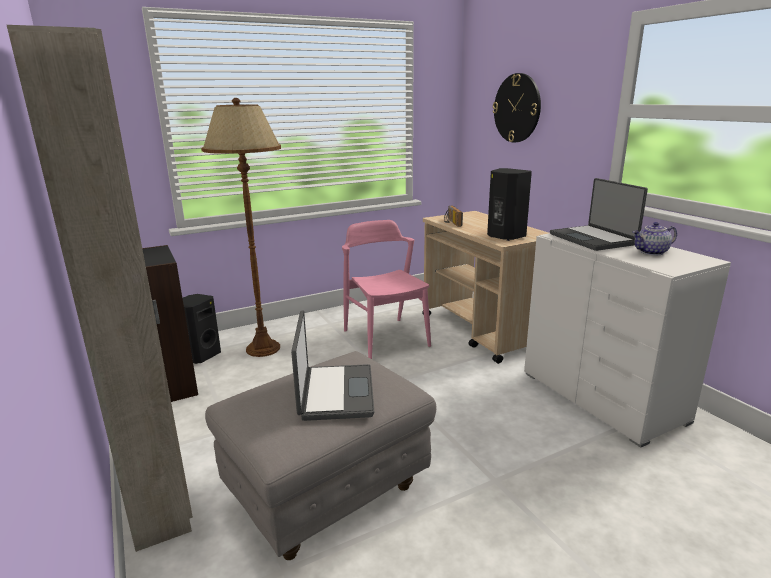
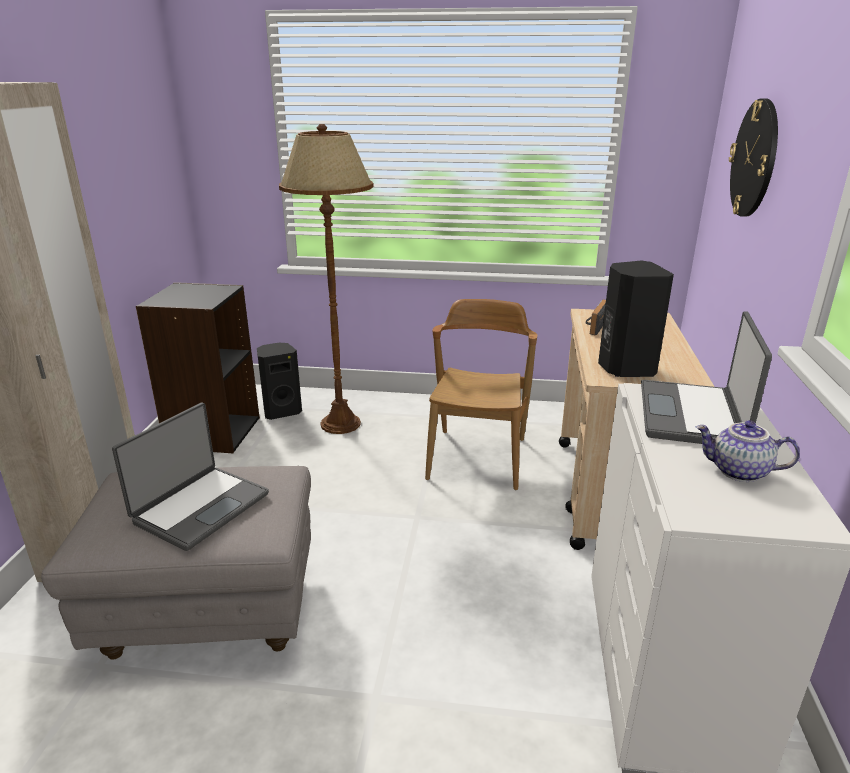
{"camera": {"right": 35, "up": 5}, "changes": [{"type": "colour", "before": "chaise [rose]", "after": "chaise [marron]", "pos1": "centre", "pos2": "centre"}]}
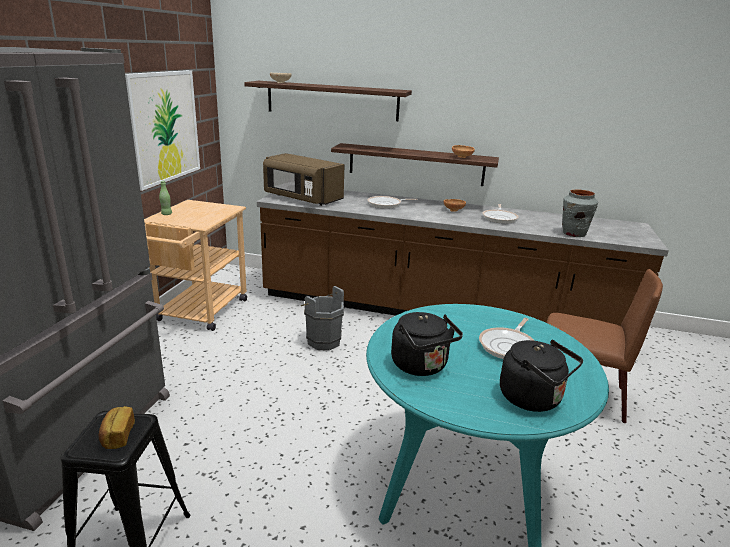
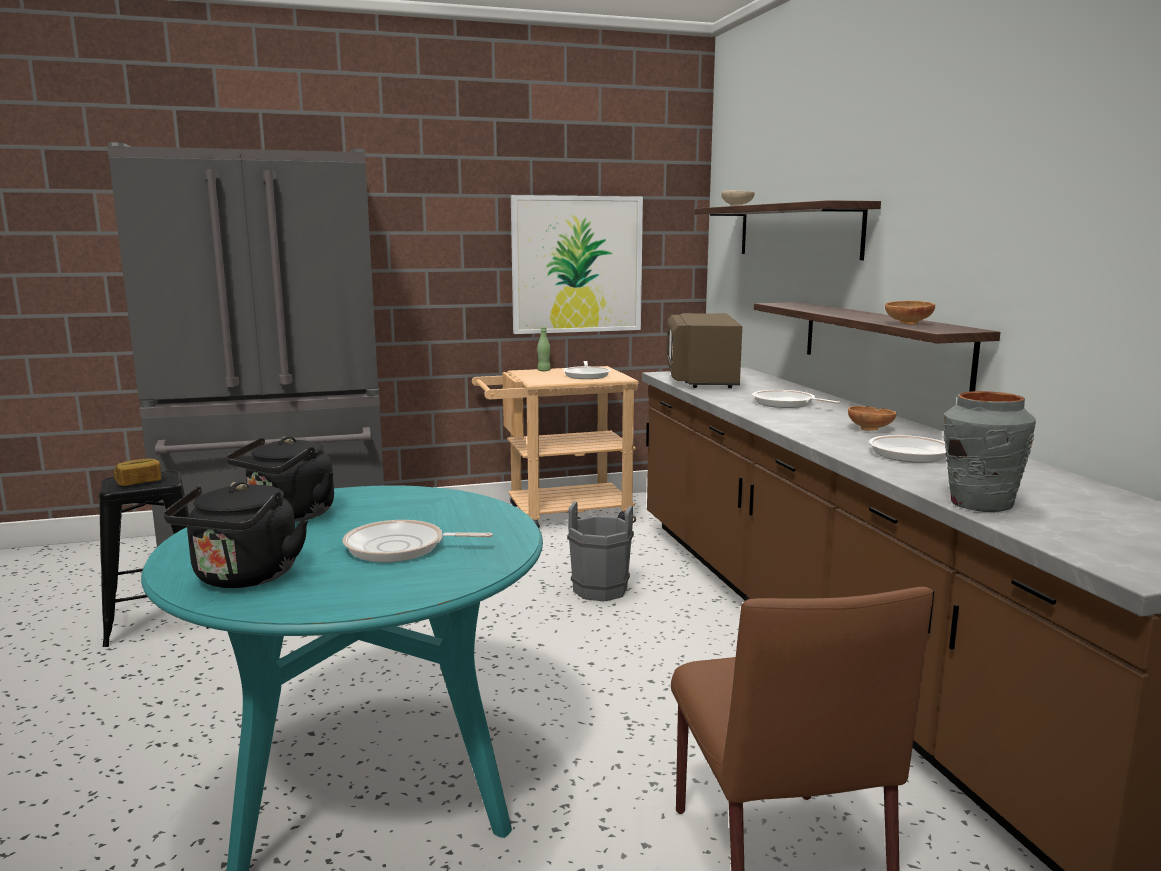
{"camera": {"right": 60, "up": -10}, "changes": [{"type": "appeared", "after": "poêle (no. 2 from left)", "pos2": "centre"}]}
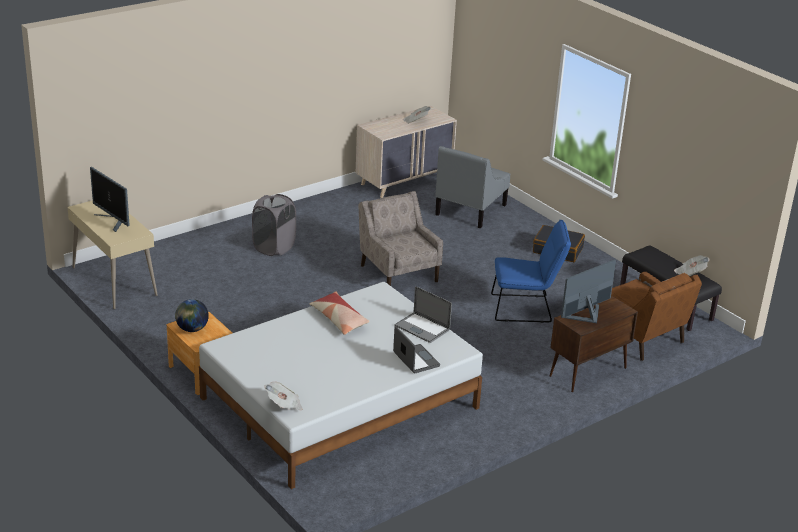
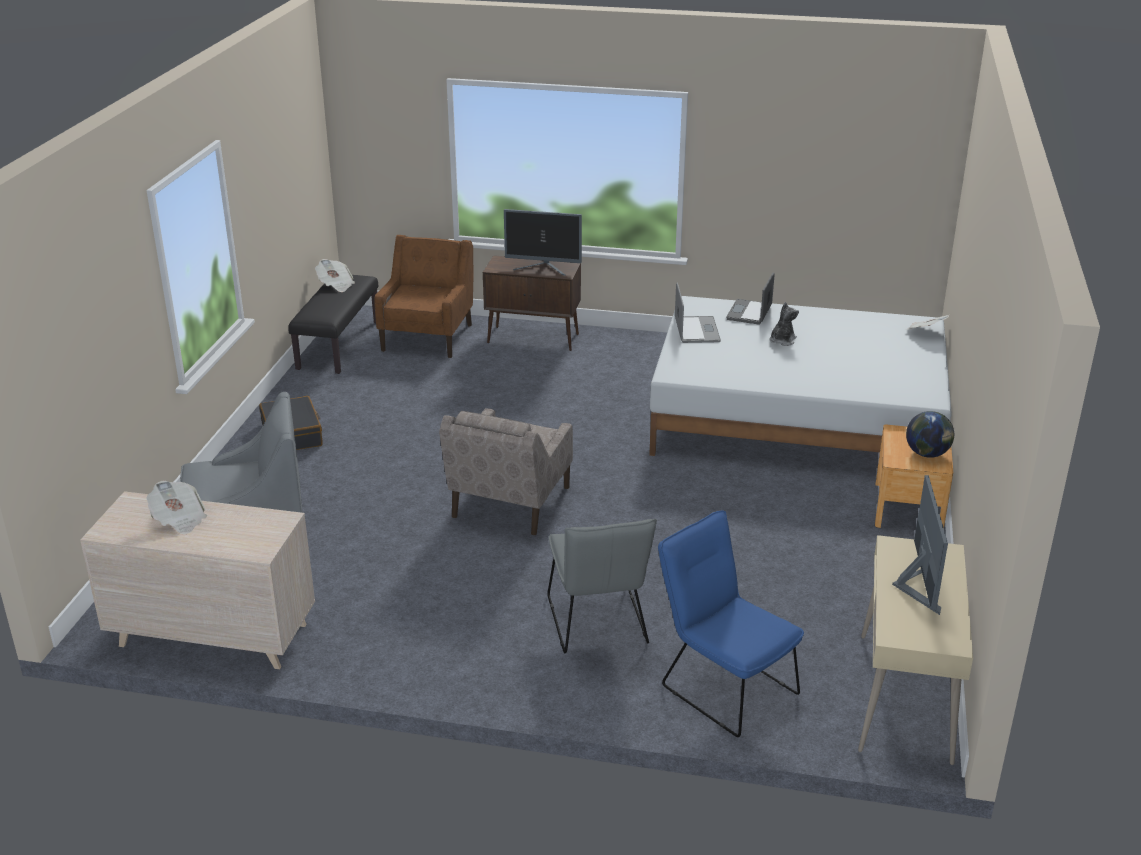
{"camera": {"right": -130, "up": 0}, "changes": [{"type": "exchanged", "before": "panier à linge [gris]", "after": "chaise [gris]", "pos1": "centre", "pos2": "bottom centre"}, {"type": "missing", "before": "coussin", "pos1": "centre"}, {"type": "relocated", "before": "chaise [bleu]", "pos1": "centre", "pos2": "bottom centre"}, {"type": "appeared", "after": "peluche", "pos2": "middle right"}]}
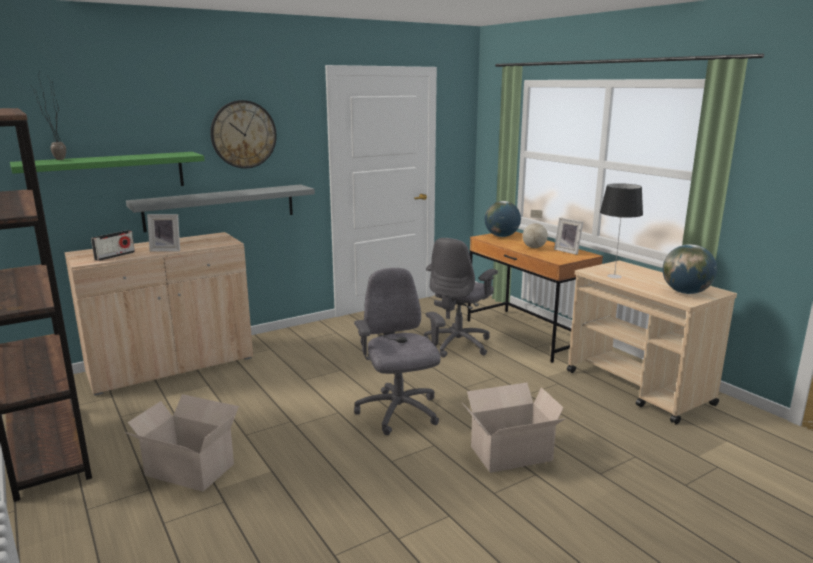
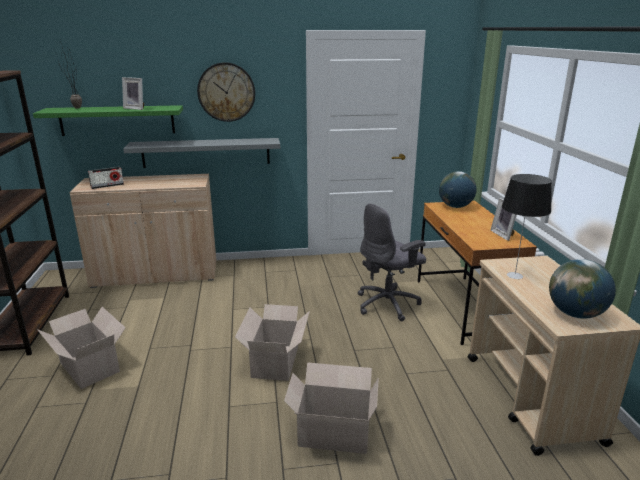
{"camera": {"right": 25, "up": 5}, "changes": [{"type": "relocated", "before": "cadre photo (no. 1 from left)", "pos1": "middle left", "pos2": "top left"}, {"type": "exchanged", "before": "chaise de bureau [gris] (no. 1 from left)", "after": "carton (no. 2 from left)", "pos1": "centre", "pos2": "bottom centre"}, {"type": "missing", "before": "globe (no. 2 from left)", "pos1": "centre"}]}
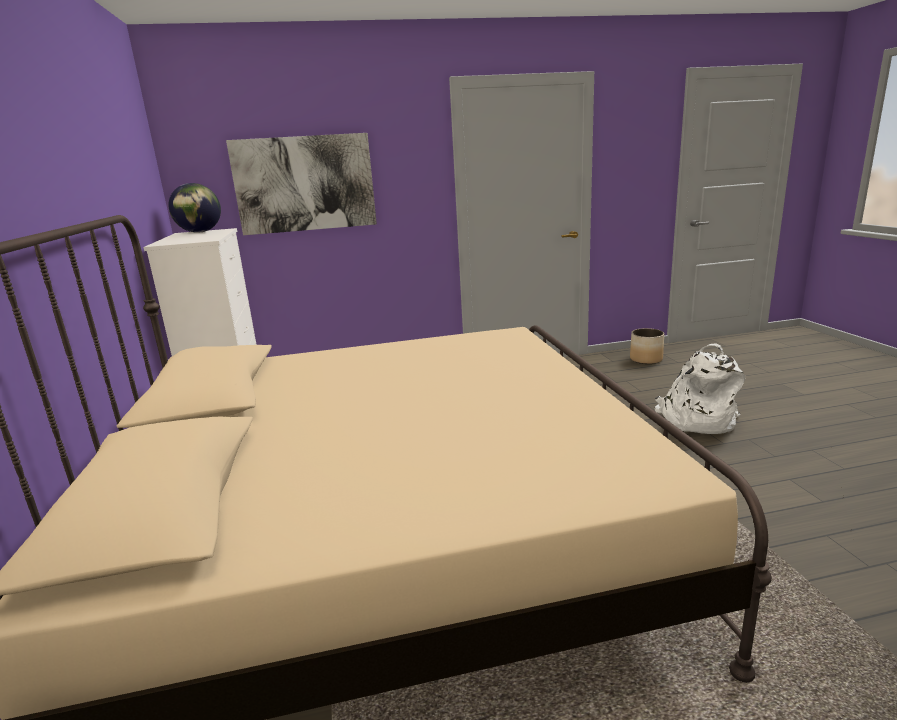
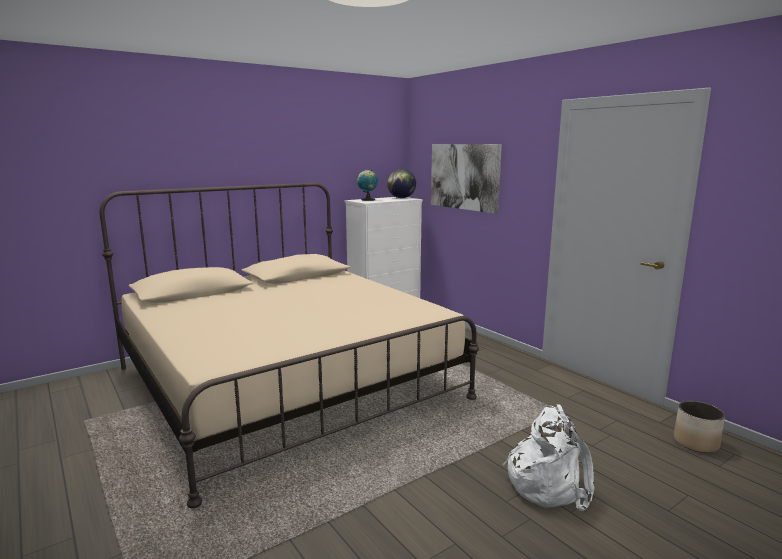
{"camera": {"right": 65, "up": -5}, "changes": [{"type": "appeared", "after": "globe (no. 1 from left)", "pos2": "top centre"}]}
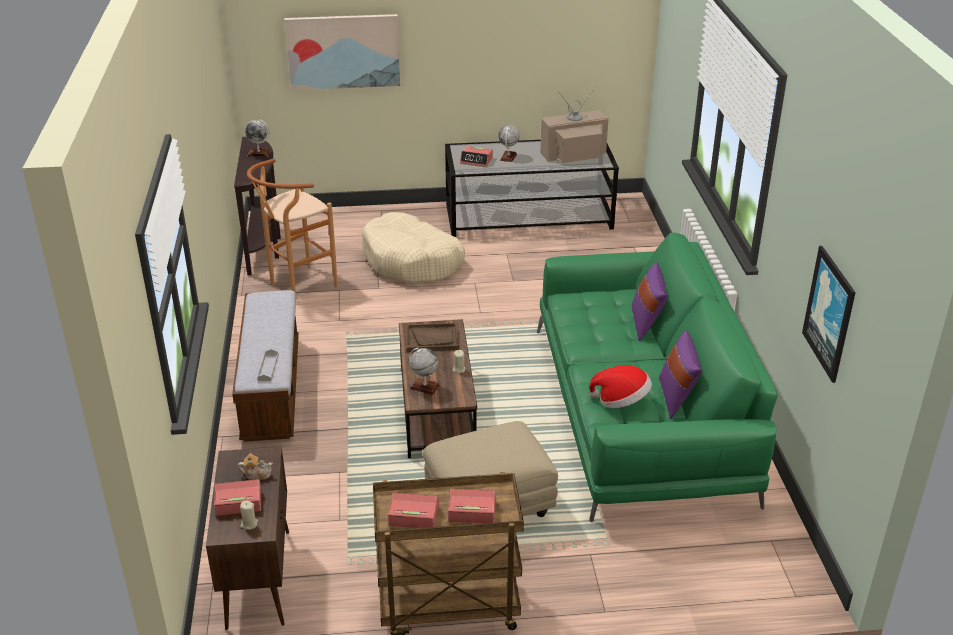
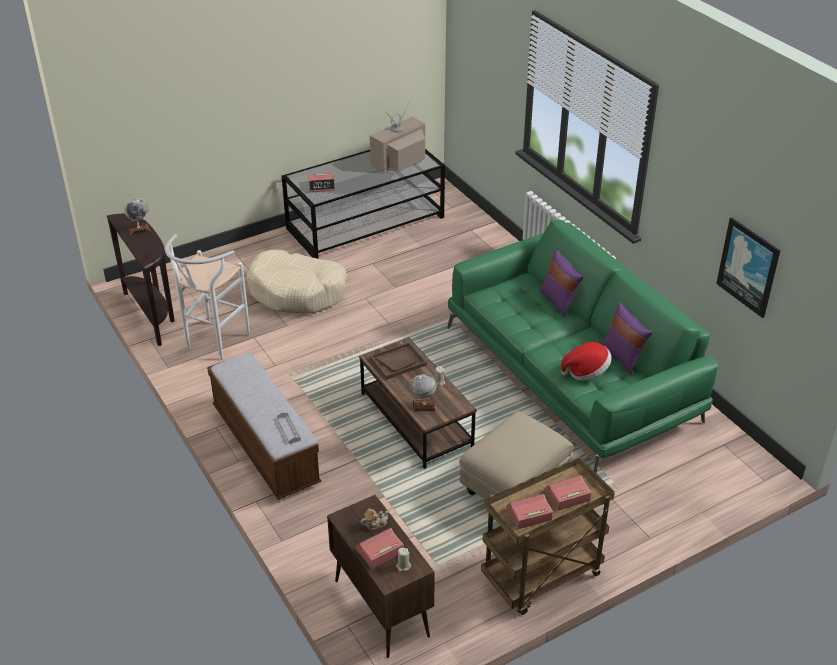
{"camera": {"right": -25, "up": 5}, "changes": [{"type": "colour", "before": "tabouret [marron]", "after": "tabouret [blanc]", "pos1": "middle left", "pos2": "middle left"}, {"type": "missing", "before": "tableau (no. 1 from left)", "pos1": "top centre"}, {"type": "missing", "before": "globe (no. 3 from left)", "pos1": "top centre"}]}
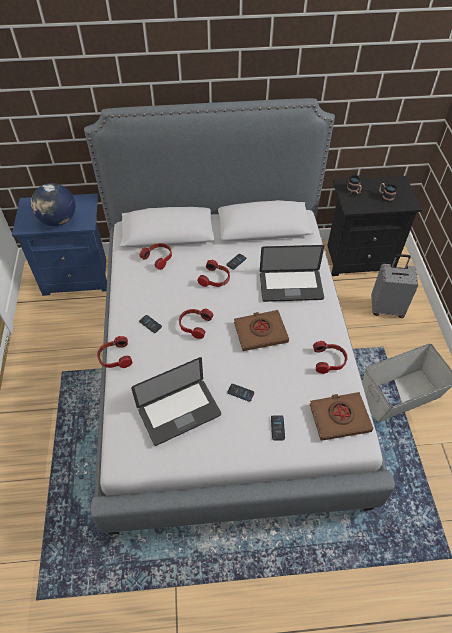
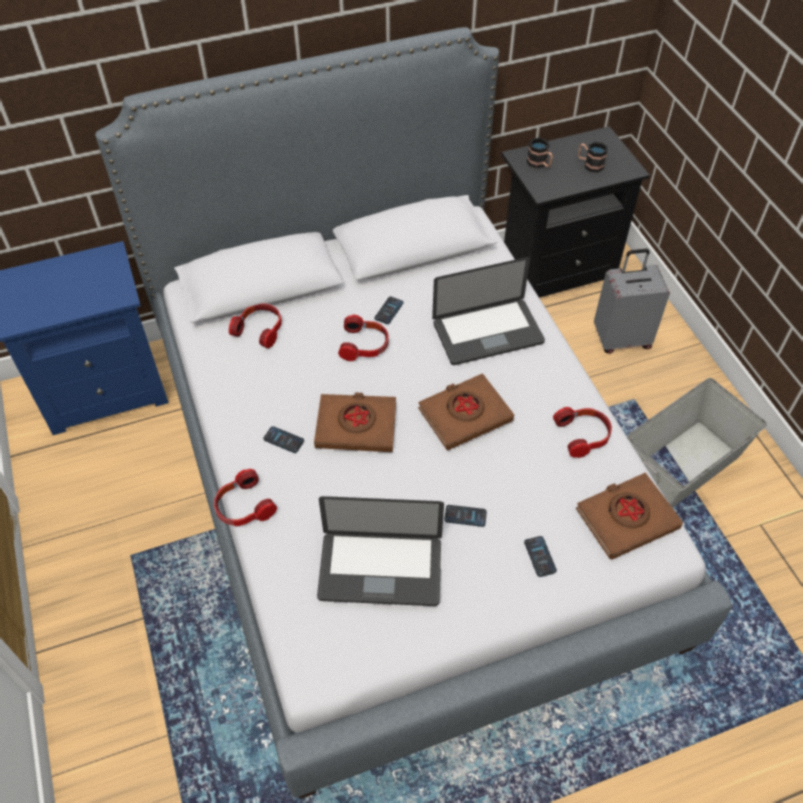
{"camera": {"right": -15, "up": 0}, "changes": [{"type": "missing", "before": "globe", "pos1": "top left"}, {"type": "spun", "before": "ordinateur portable (no. 1 from left)", "pos1": "centre", "pos2": "bottom centre", "turn": 45}, {"type": "exchanged", "before": "casque audio (no. 3 from left)", "after": "livre [marron] (no. 1 from left)", "pos1": "centre", "pos2": "centre"}]}
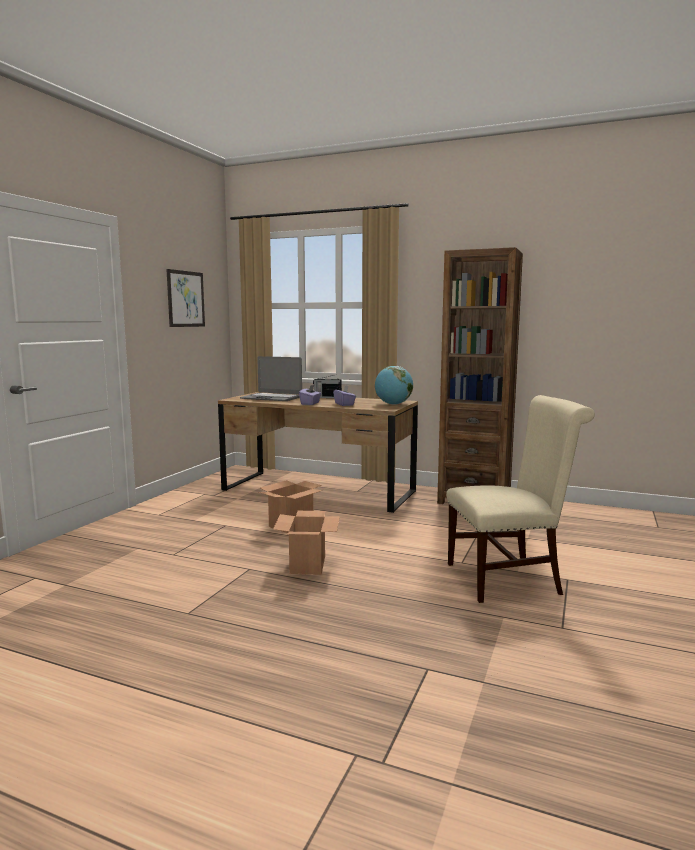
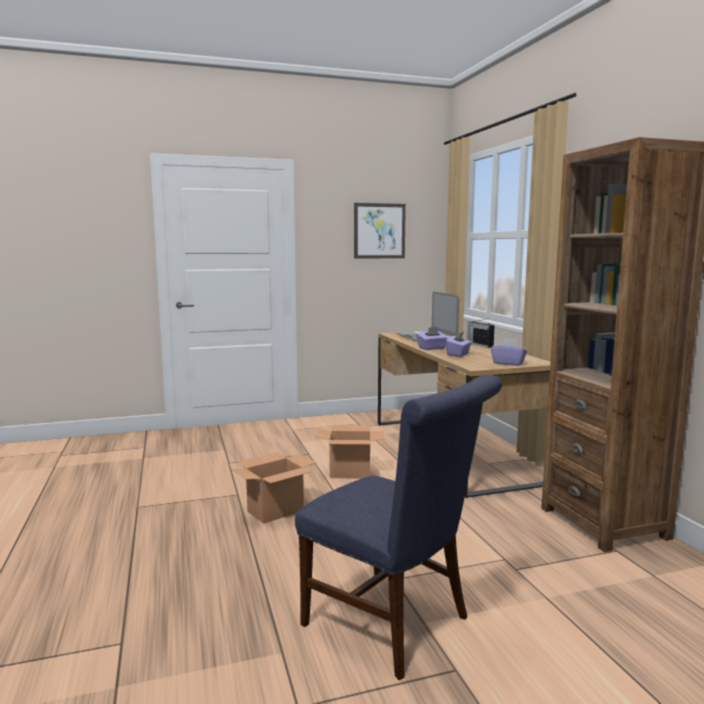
{"camera": {"right": 50, "up": 0}, "changes": [{"type": "exchanged", "before": "globe", "after": "boîte à mouchoirs [violet] (no. 3 from left)", "pos1": "centre", "pos2": "middle right"}, {"type": "colour", "before": "chaise [beige]", "after": "chaise [bleu]", "pos1": "middle right", "pos2": "bottom centre"}]}
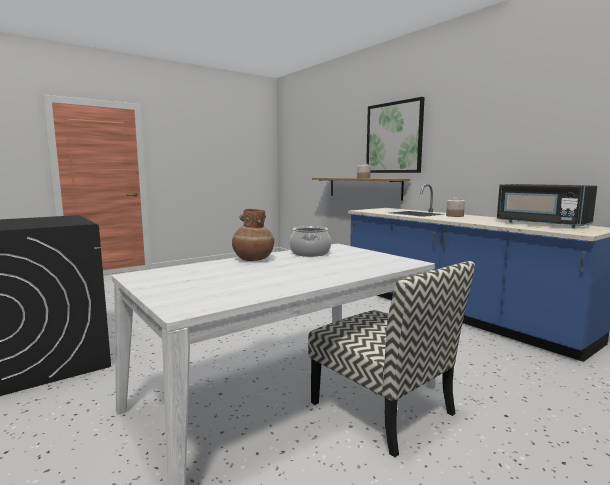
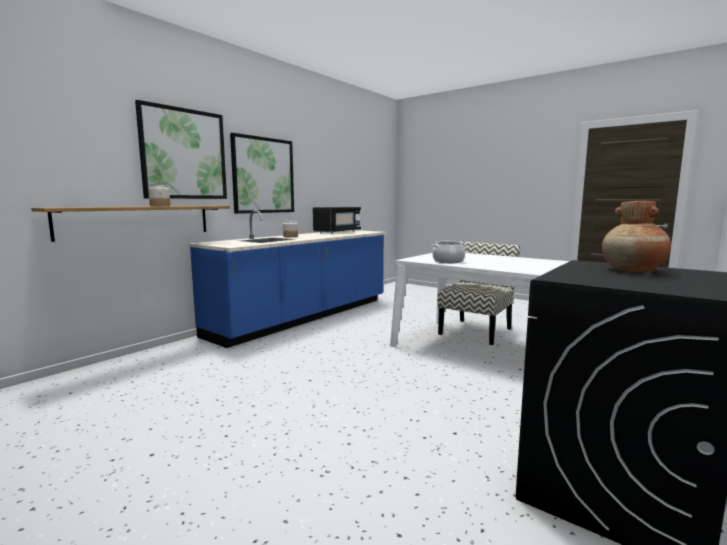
{"camera": {"right": -105, "up": 0}, "changes": [{"type": "relocated", "before": "vase [marron]", "pos1": "centre", "pos2": "middle right"}, {"type": "appeared", "after": "tableau (no. 2 from left)", "pos2": "top centre"}]}
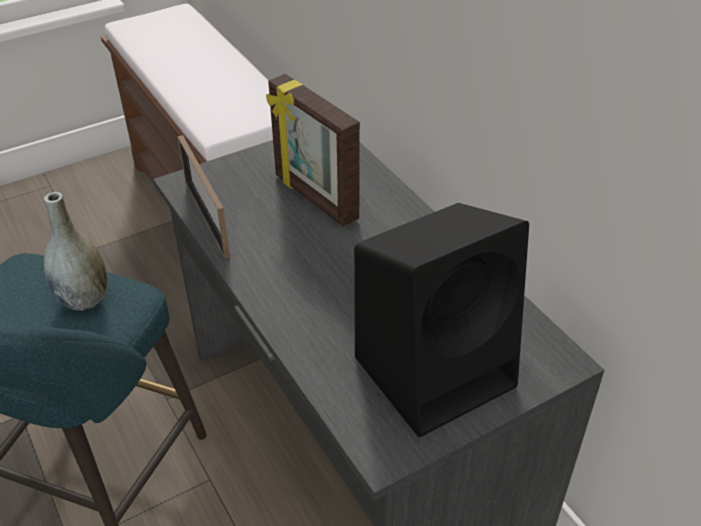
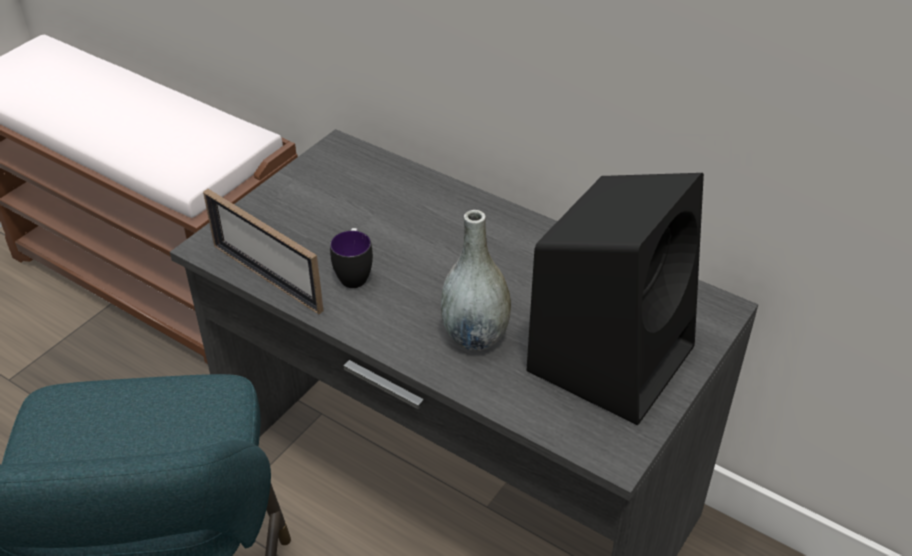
{"camera": {"right": -25, "up": 0}, "changes": [{"type": "relocated", "before": "vase [gris]", "pos1": "middle left", "pos2": "centre"}, {"type": "missing", "before": "cadre photo (no. 2 from left)", "pos1": "top centre"}, {"type": "appeared", "after": "mug", "pos2": "centre"}]}
